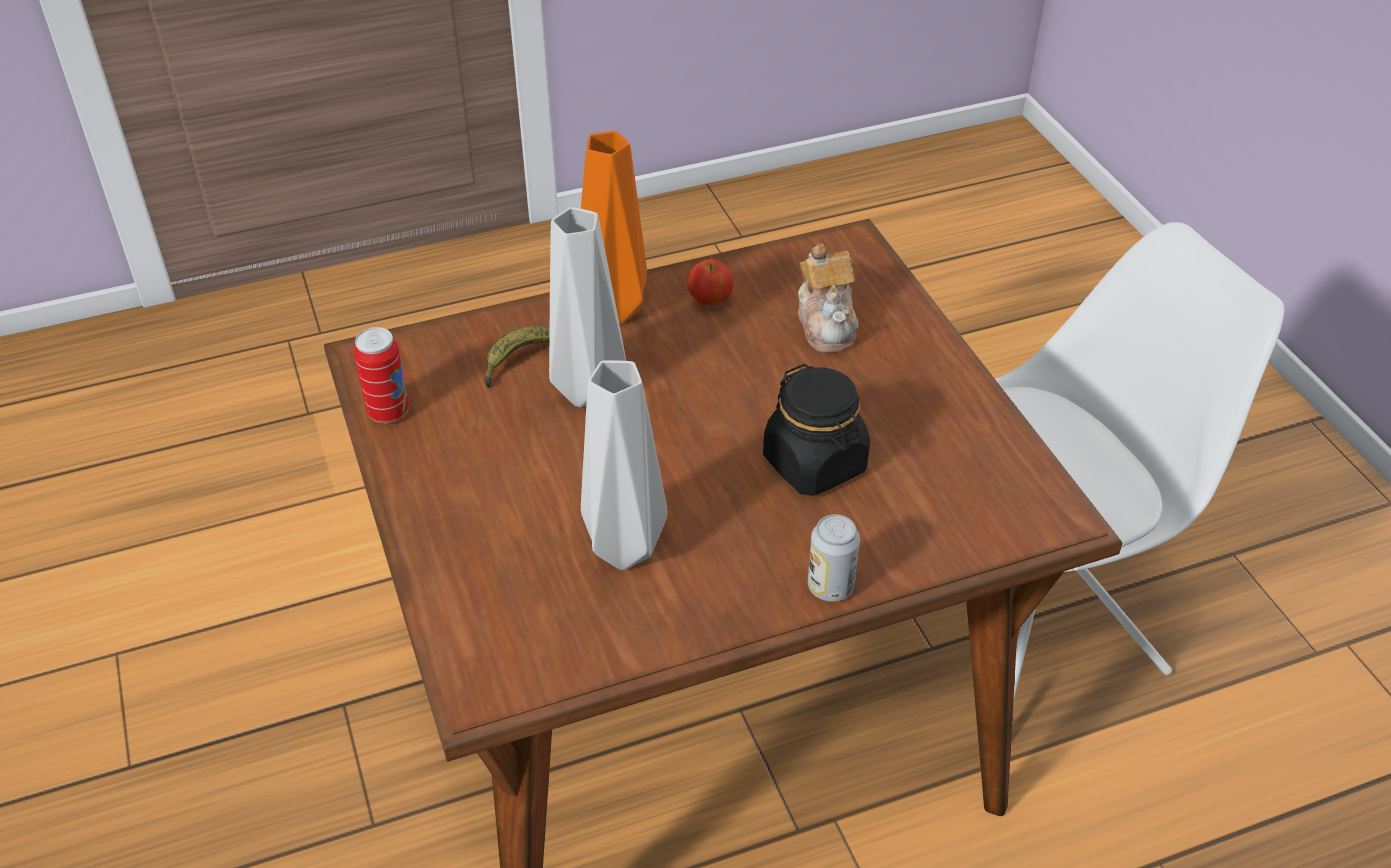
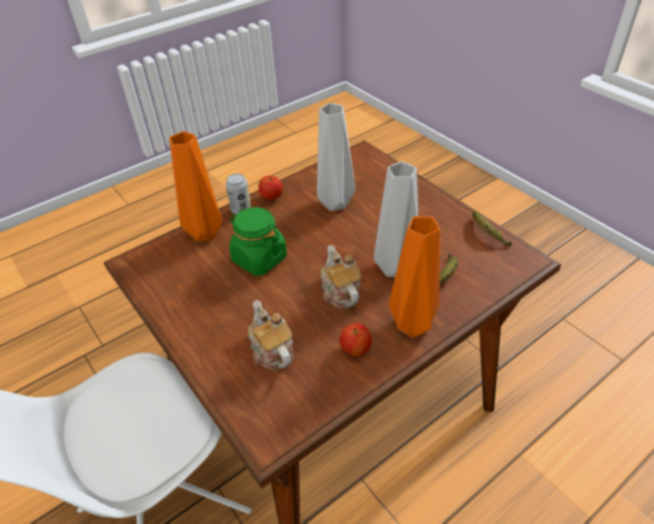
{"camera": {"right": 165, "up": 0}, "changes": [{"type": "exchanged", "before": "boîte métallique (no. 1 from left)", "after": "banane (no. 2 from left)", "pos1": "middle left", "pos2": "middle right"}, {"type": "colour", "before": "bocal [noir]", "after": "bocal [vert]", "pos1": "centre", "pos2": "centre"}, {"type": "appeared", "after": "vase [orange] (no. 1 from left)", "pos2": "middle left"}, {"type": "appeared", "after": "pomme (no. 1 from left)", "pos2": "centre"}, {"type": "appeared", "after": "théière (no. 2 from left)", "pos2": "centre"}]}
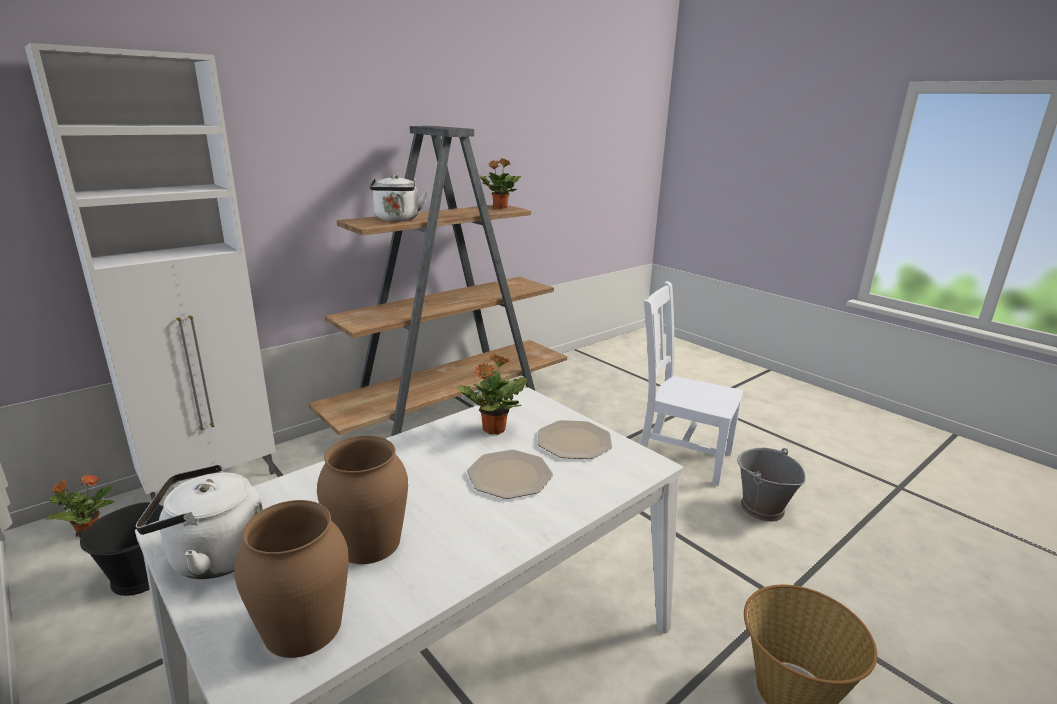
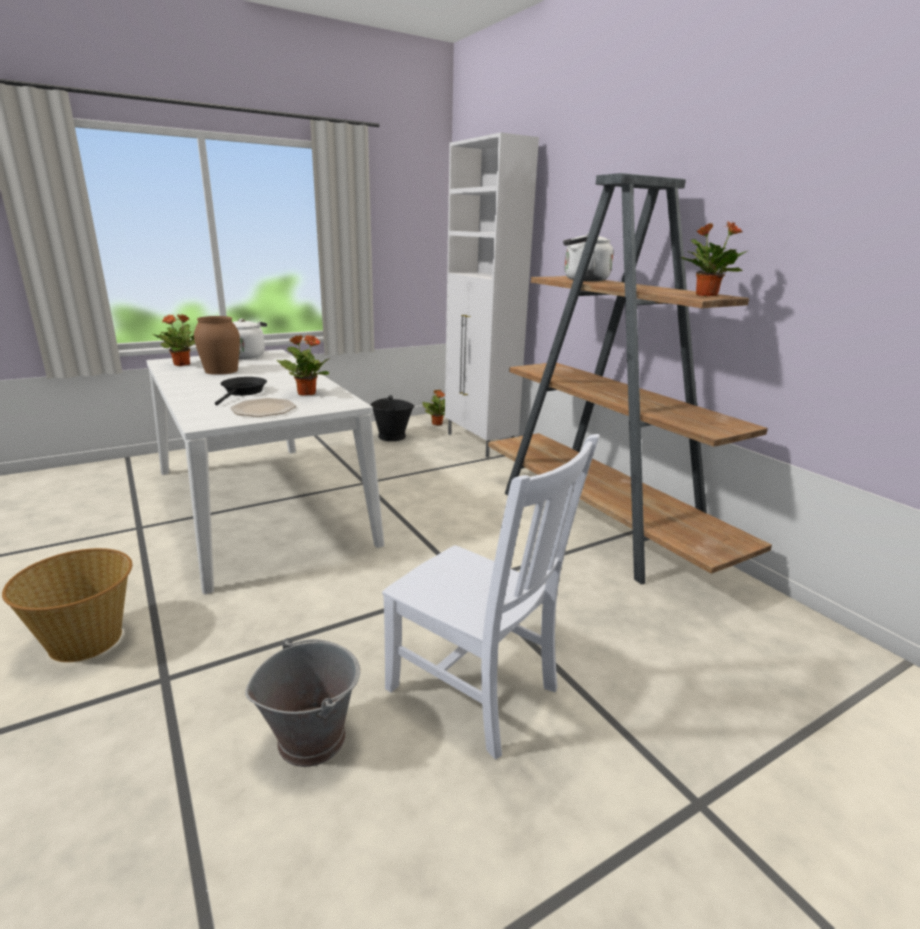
{"camera": {"right": 100, "up": 0}, "changes": [{"type": "exchanged", "before": "vase [marron] (no. 1 from left)", "after": "plante en pot (no. 1 from left)", "pos1": "bottom left", "pos2": "middle left"}, {"type": "exchanged", "before": "assiette (no. 1 from left)", "after": "poêle [noir]", "pos1": "bottom centre", "pos2": "middle left"}, {"type": "spun", "before": "chaise [blanc]", "pos1": "centre", "pos2": "centre", "turn": 90}]}
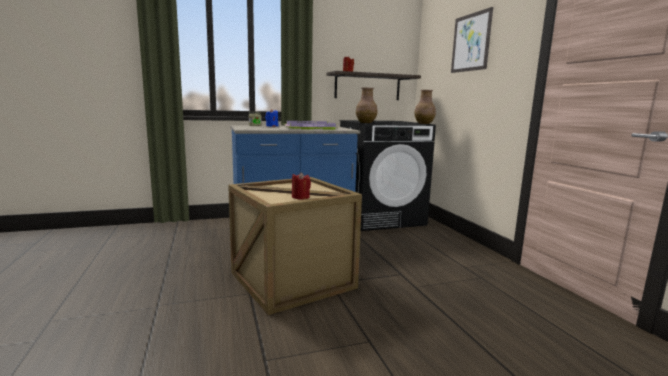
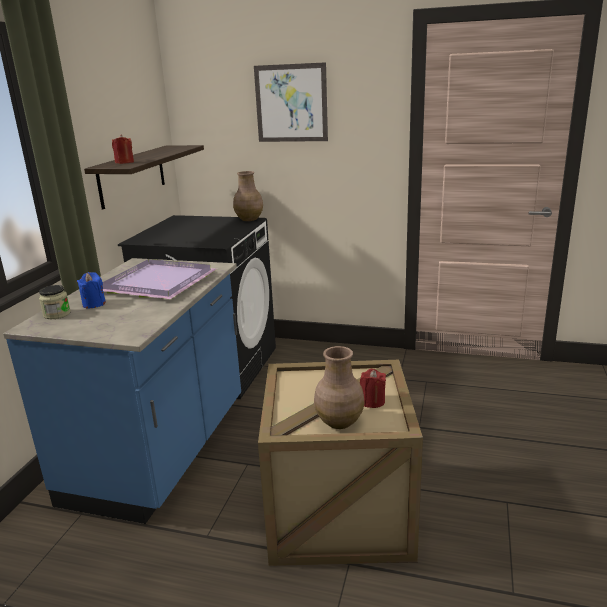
{"camera": {"right": -55, "up": 10}, "changes": [{"type": "relocated", "before": "vase [marron] (no. 1 from left in the first image)", "after": "vase [marron] (no. 2 from left)", "pos1": "top centre", "pos2": "centre"}]}
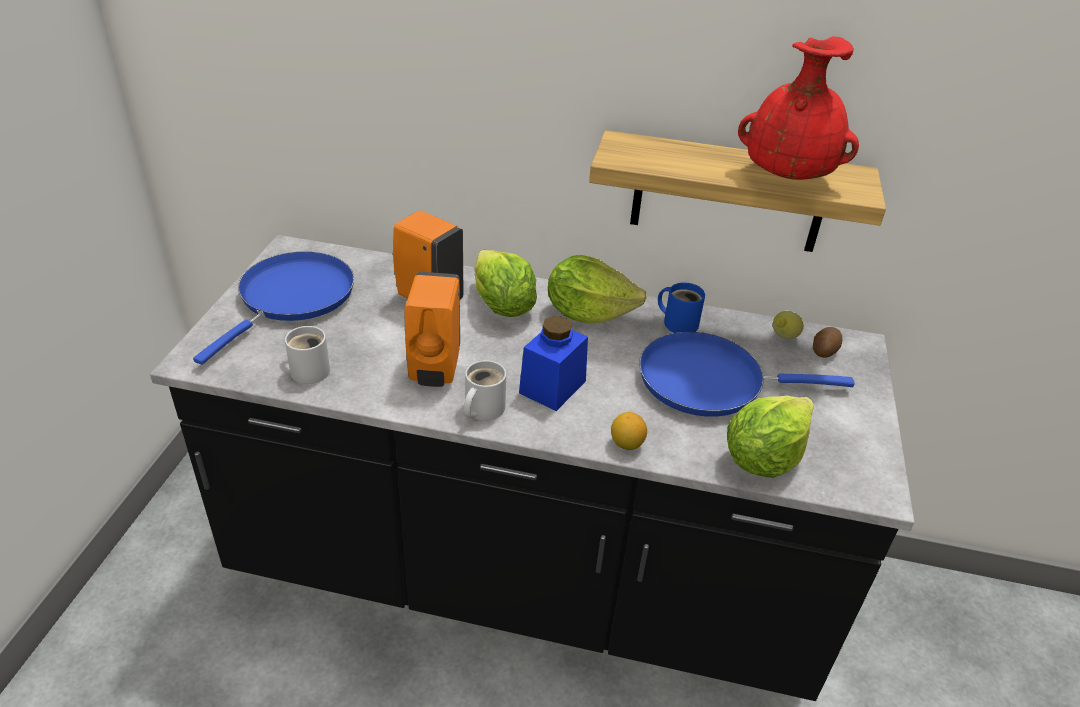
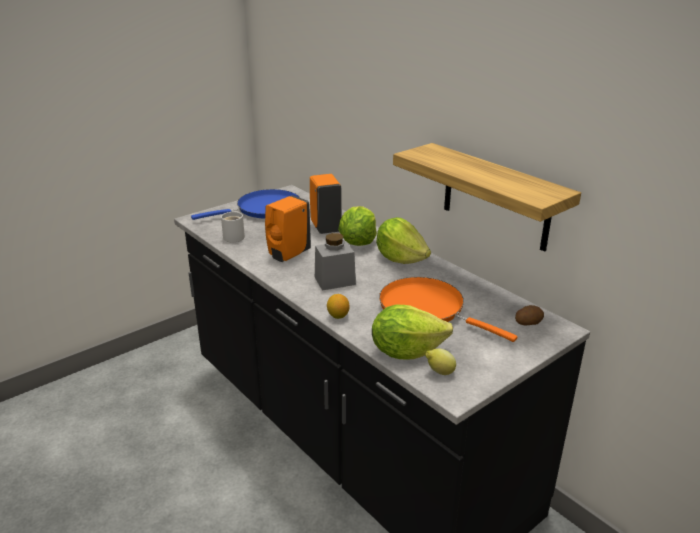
{"camera": {"right": 40, "up": -10}, "changes": [{"type": "missing", "before": "mug [blanc] (no. 2 from left)", "pos1": "centre"}, {"type": "colour", "before": "bocal [bleu]", "after": "bocal [gris]", "pos1": "centre", "pos2": "centre"}, {"type": "colour", "before": "poêle [bleu] (no. 2 from left)", "after": "poêle [orange]", "pos1": "middle right", "pos2": "centre"}, {"type": "missing", "before": "mug [bleu]", "pos1": "centre"}, {"type": "missing", "before": "vase [rouge]", "pos1": "top right"}, {"type": "relocated", "before": "citron (no. 2 from left)", "pos1": "middle right", "pos2": "bottom centre"}]}
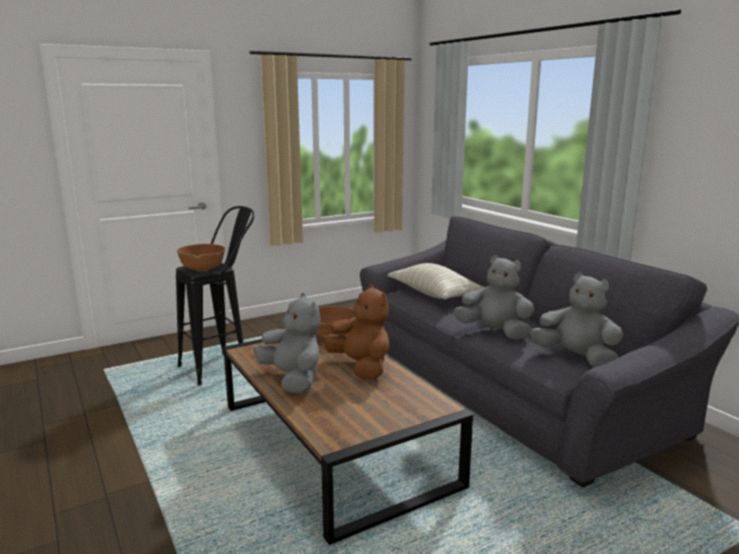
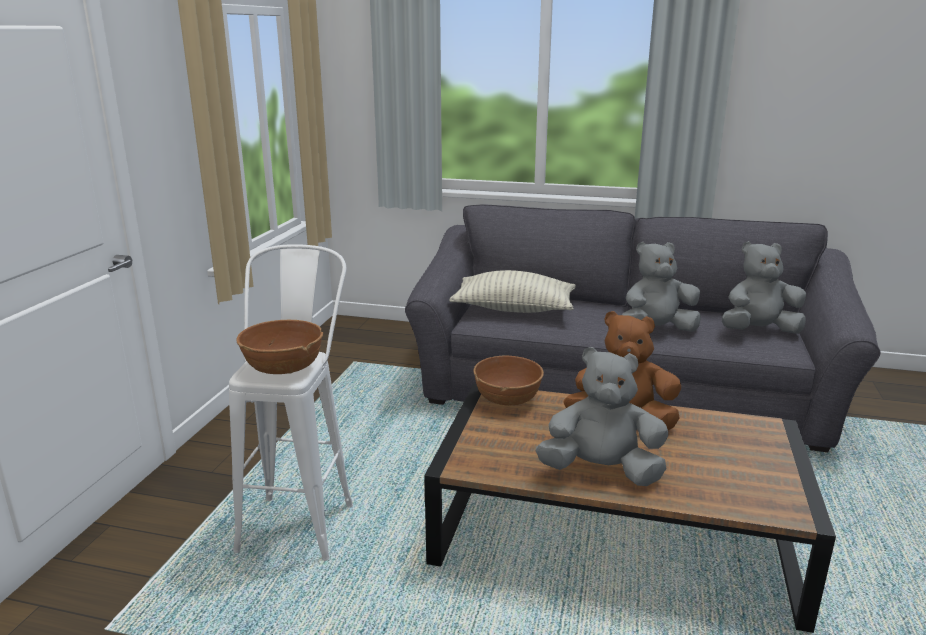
{"camera": {"right": -45, "up": 5}, "changes": [{"type": "colour", "before": "tabouret [noir]", "after": "tabouret [blanc]", "pos1": "middle left", "pos2": "middle left"}]}
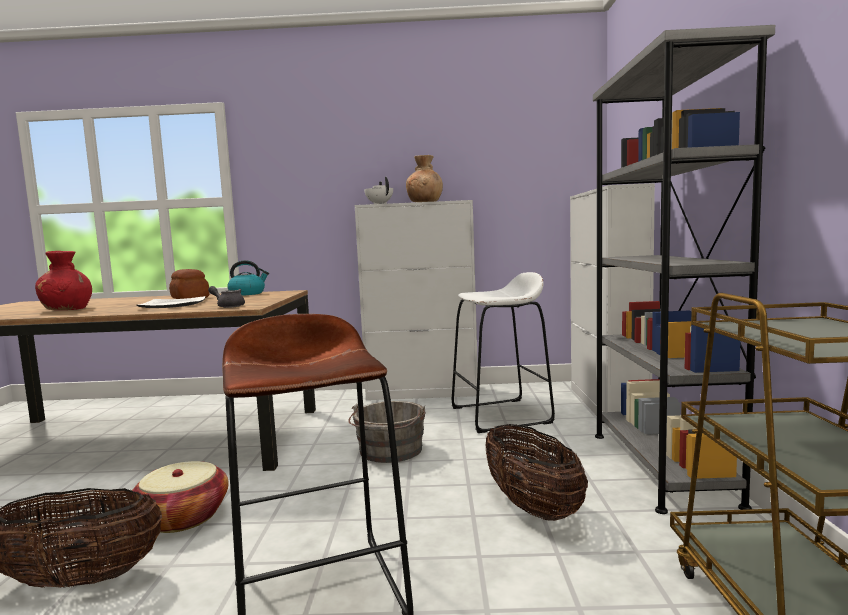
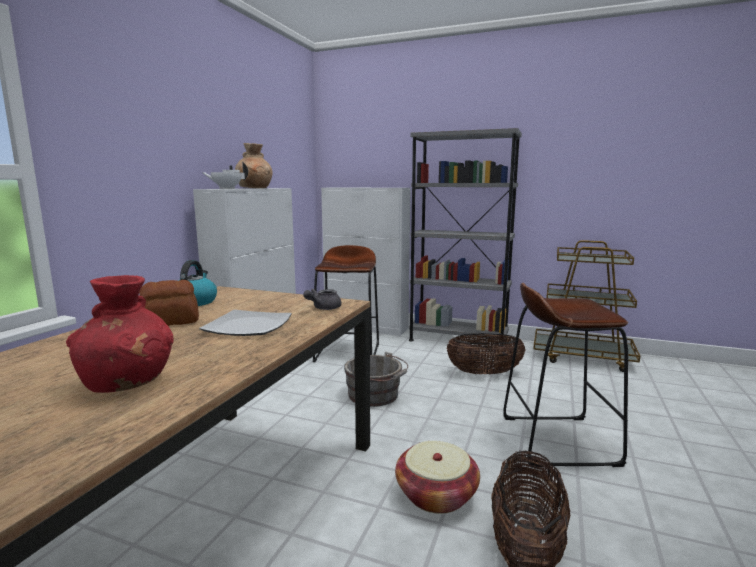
{"camera": {"right": -70, "up": 5}, "changes": [{"type": "colour", "before": "tabouret [blanc]", "after": "tabouret [marron] (no. 1 from left)", "pos1": "centre", "pos2": "centre"}]}
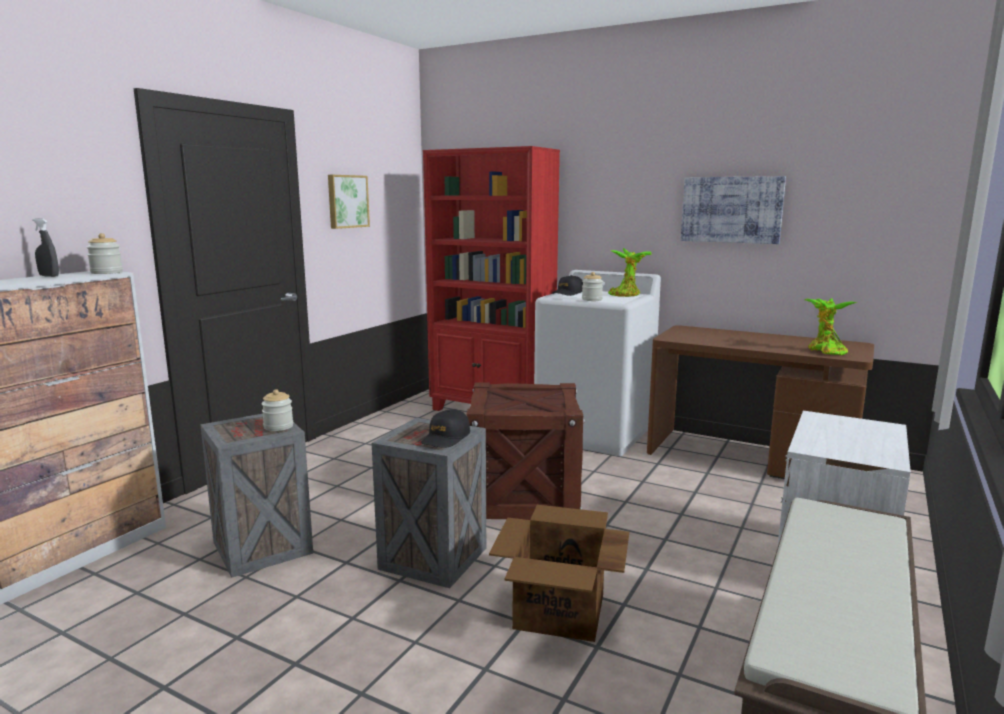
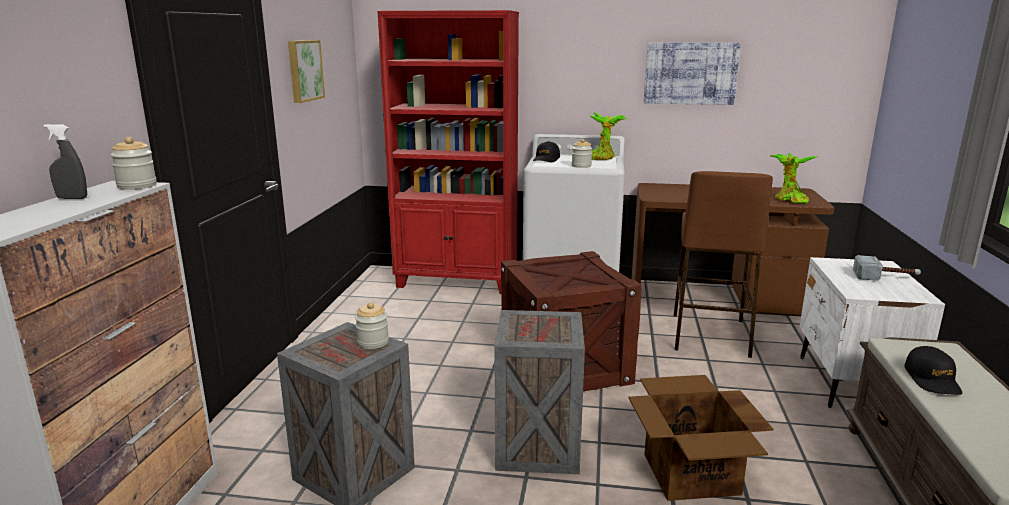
{"camera": {"right": -20, "up": 5}, "changes": [{"type": "relocated", "before": "casquette [noir] (no. 1 from left in the first image)", "after": "casquette [noir] (no. 2 from left)", "pos1": "centre", "pos2": "bottom right"}, {"type": "appeared", "after": "tabouret [marron]", "pos2": "middle right"}, {"type": "appeared", "after": "marteau", "pos2": "middle right"}]}
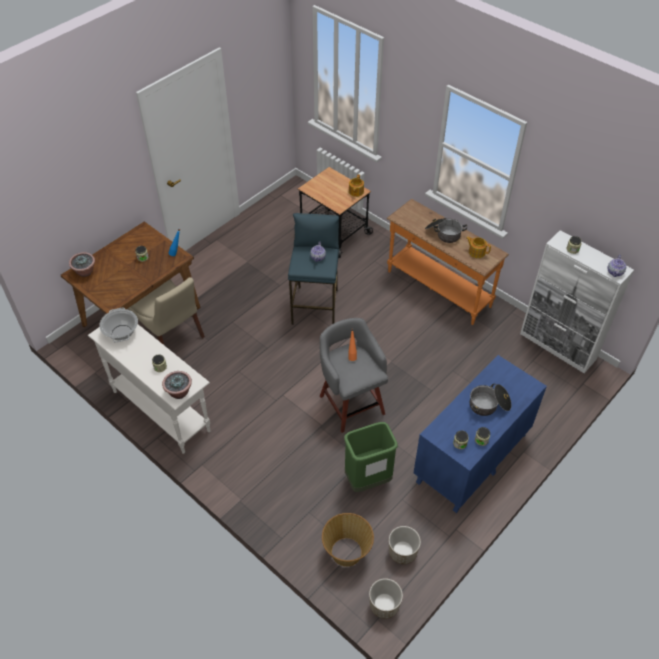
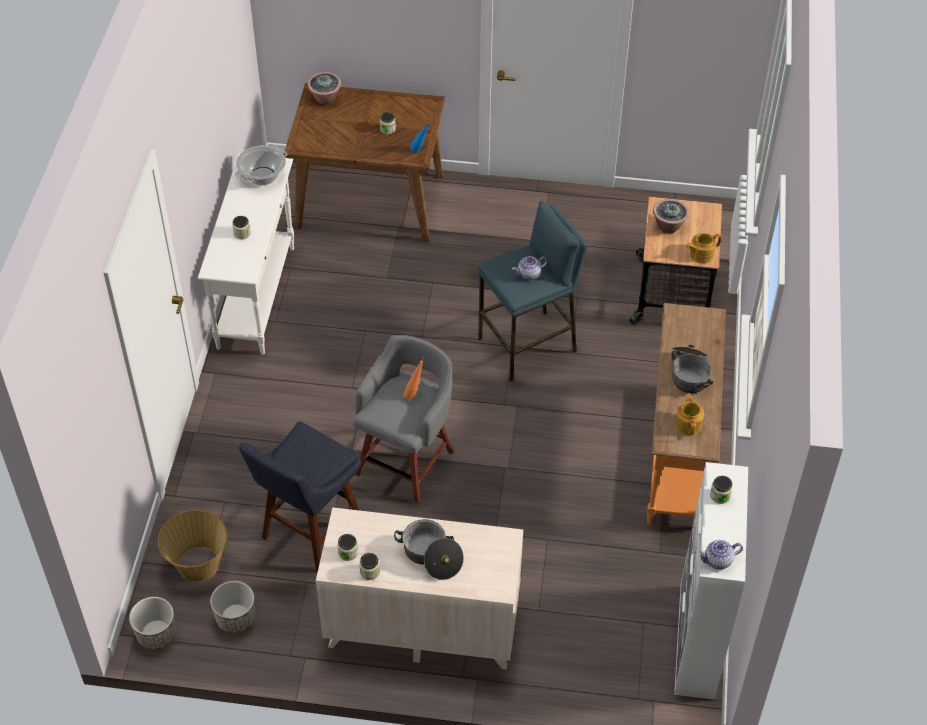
{"camera": {"right": 55, "up": 0}, "changes": [{"type": "missing", "before": "chaise [beige]", "pos1": "middle left"}, {"type": "relocated", "before": "plante en pot (no. 2 from left)", "pos1": "middle left", "pos2": "top right"}, {"type": "exchanged", "before": "poubelle [vert]", "after": "tabouret [bleu] (no. 1 from left)", "pos1": "bottom centre", "pos2": "bottom left"}, {"type": "colour", "before": "commode [bleu]", "after": "commode [beige]", "pos1": "middle right", "pos2": "bottom centre"}]}
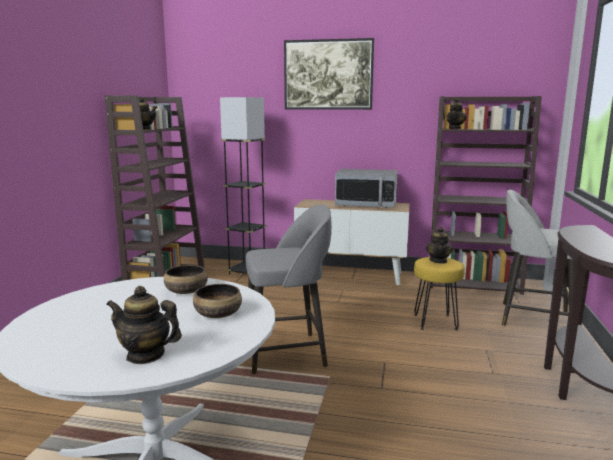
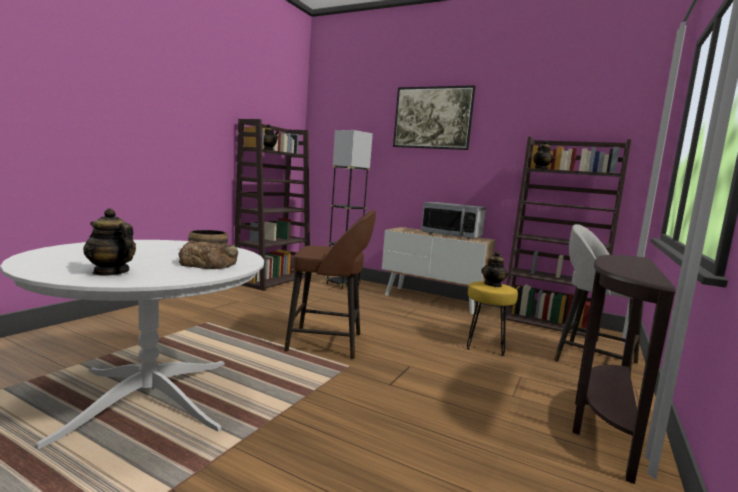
{"camera": {"right": 15, "up": -5}, "changes": [{"type": "exchanged", "before": "bol (no. 2 from left)", "after": "pain", "pos1": "centre", "pos2": "middle left"}, {"type": "colour", "before": "tabouret [gris] (no. 1 from left)", "after": "tabouret [marron]", "pos1": "centre", "pos2": "centre"}]}
